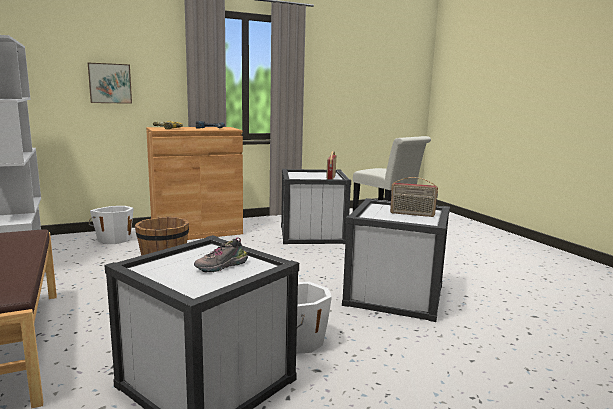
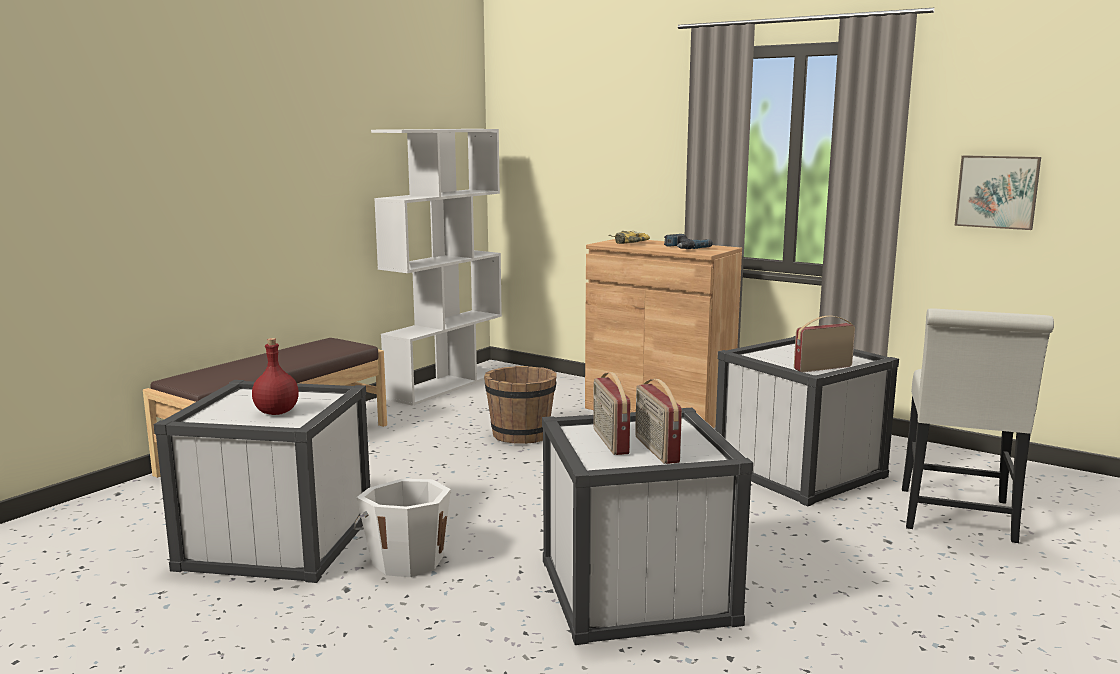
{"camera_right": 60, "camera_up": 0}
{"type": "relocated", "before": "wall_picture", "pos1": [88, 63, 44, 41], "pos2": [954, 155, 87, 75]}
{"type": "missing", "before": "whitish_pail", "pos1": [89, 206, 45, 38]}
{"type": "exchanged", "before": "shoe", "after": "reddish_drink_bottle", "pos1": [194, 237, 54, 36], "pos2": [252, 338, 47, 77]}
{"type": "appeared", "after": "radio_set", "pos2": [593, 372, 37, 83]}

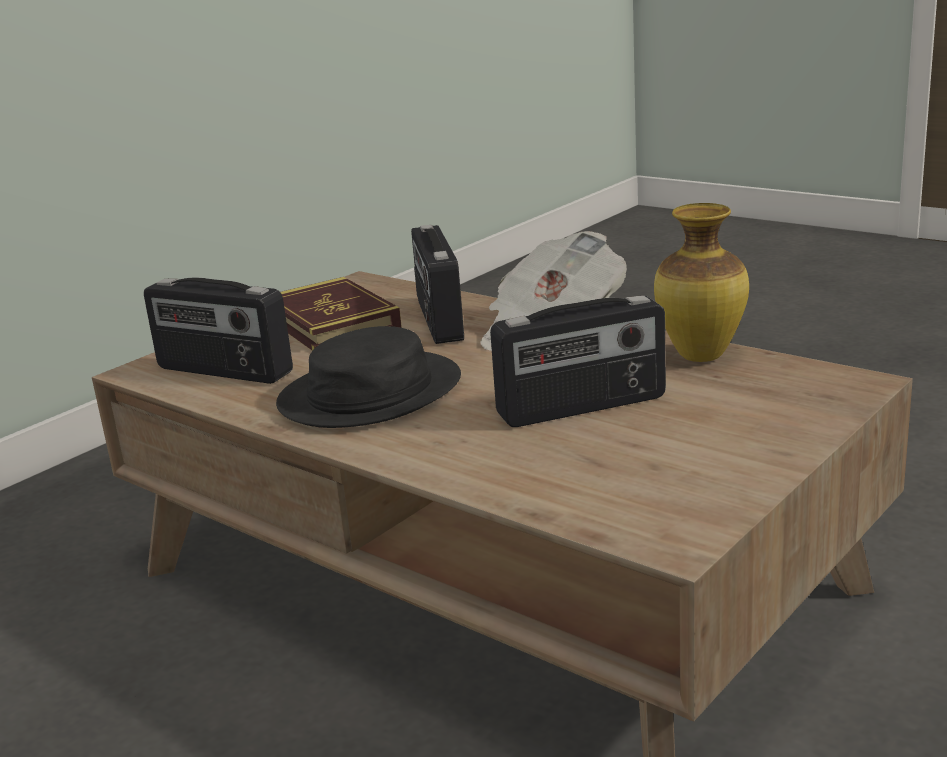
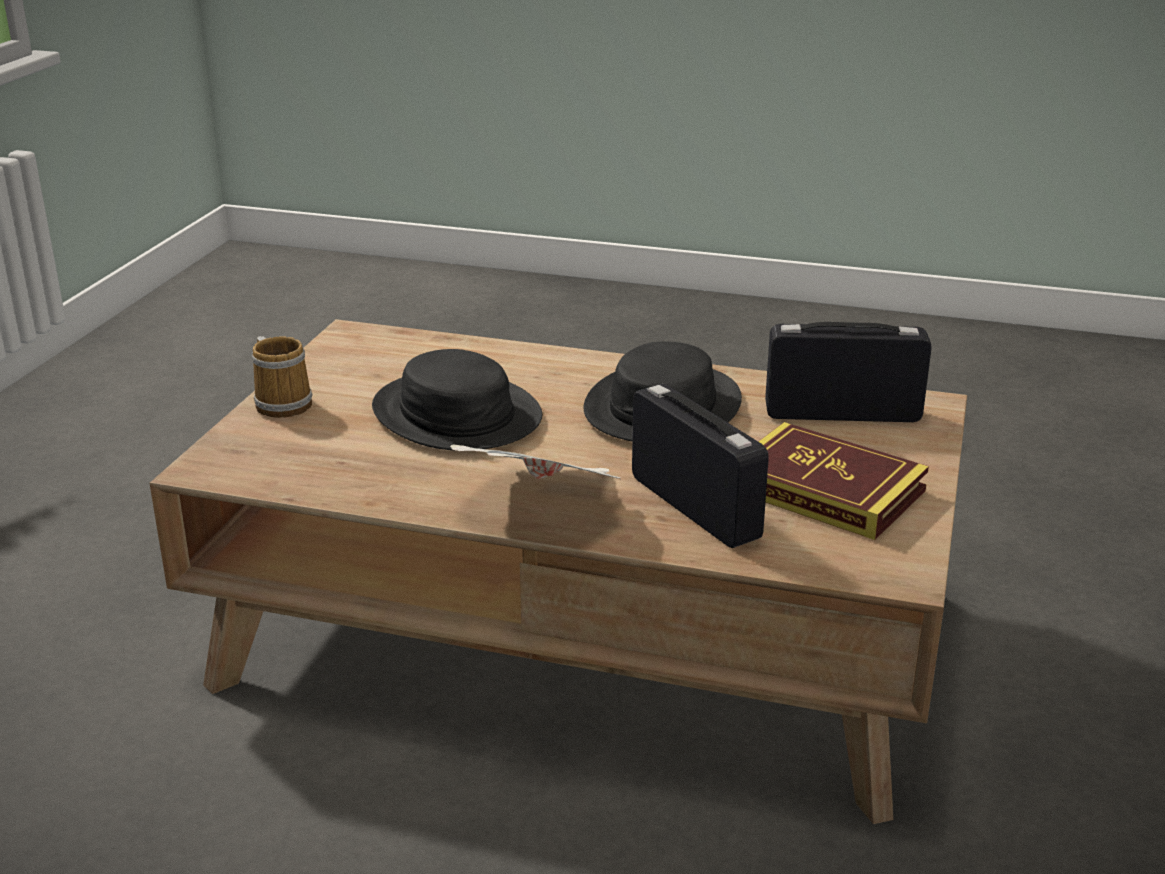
{"camera_right": 155, "camera_up": 5}
{"type": "missing", "before": "flower_vase", "pos1": [654, 203, 95, 159]}
{"type": "exchanged", "before": "radio_set", "after": "blackish_wearable_hat", "pos1": [490, 295, 176, 132], "pos2": [372, 349, 170, 101]}
{"type": "appeared", "after": "mug", "pos2": [252, 336, 60, 82]}

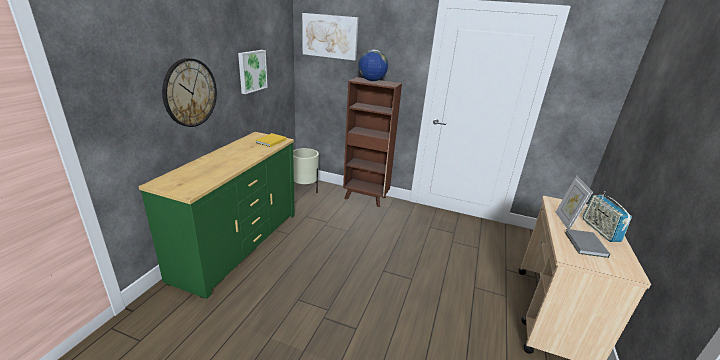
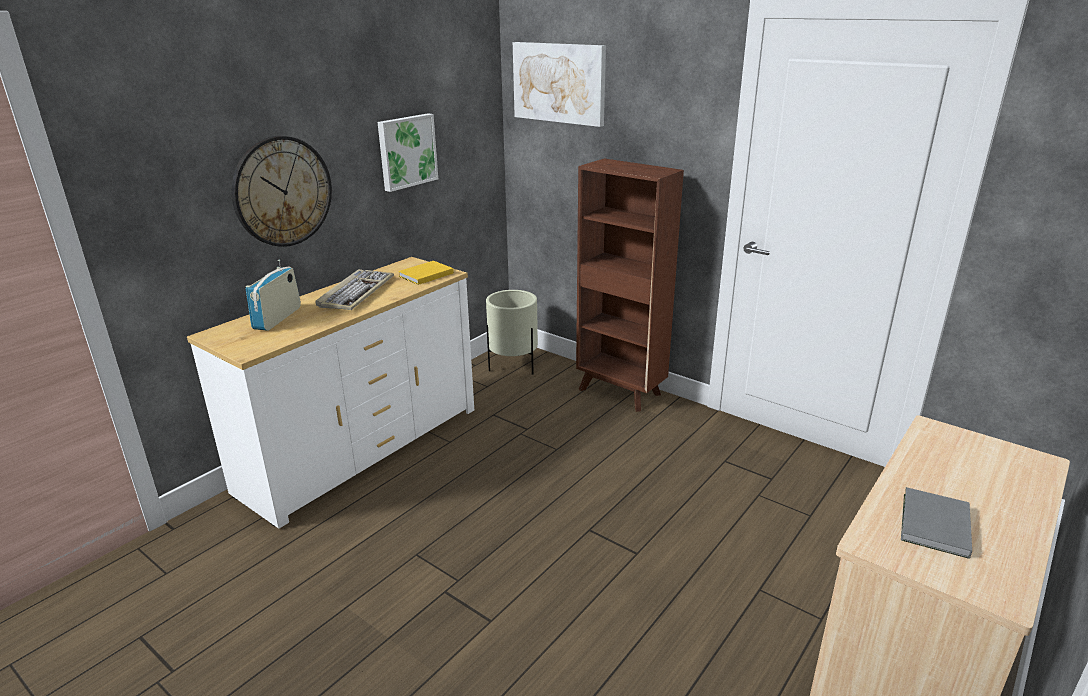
{"camera_right": 20, "camera_up": 0}
{"type": "missing", "before": "globe", "pos1": [358, 50, 30, 31]}
{"type": "colour", "before": "green-coloured_dresser", "after": "whitish_dresser", "pos1": [138, 132, 157, 167], "pos2": [187, 257, 287, 272]}
{"type": "missing", "before": "standing_frame", "pos1": [556, 176, 37, 53]}
{"type": "relocated", "before": "radio_set", "pos1": [583, 191, 49, 51], "pos2": [246, 260, 55, 71]}
{"type": "appeared", "after": "computer_keyboard", "pos2": [316, 269, 78, 41]}

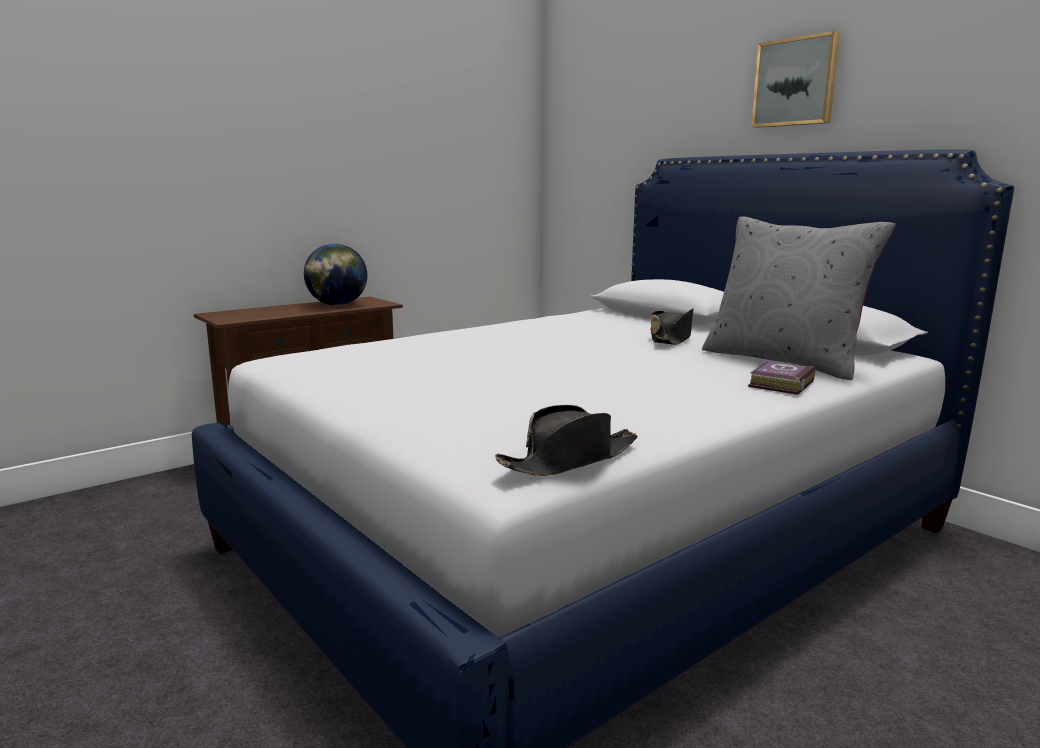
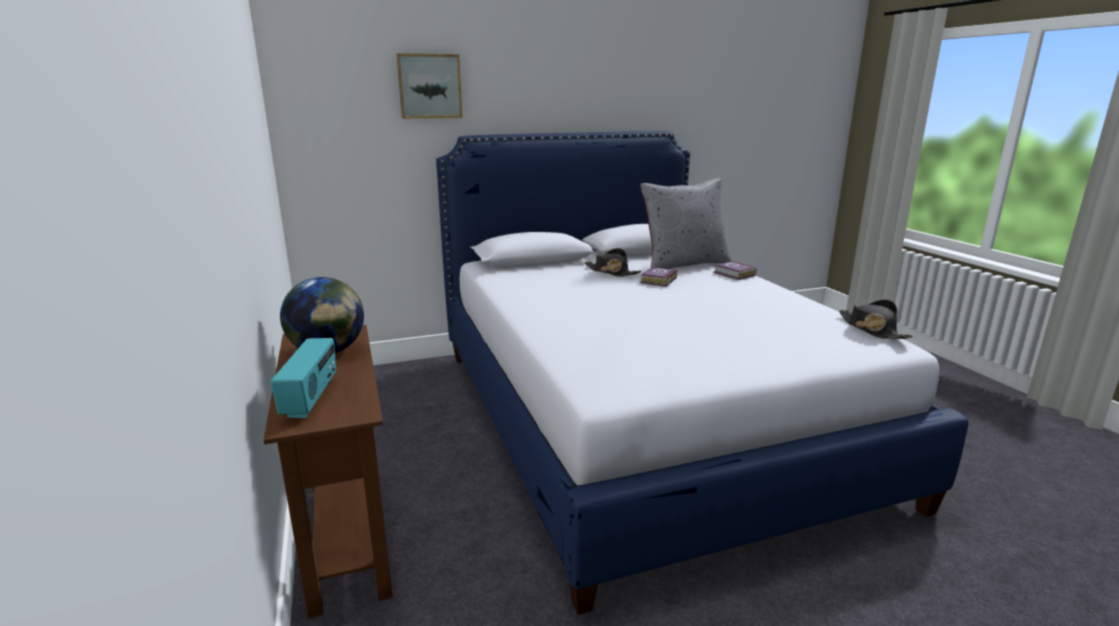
{"camera_right": -70, "camera_up": 5}
{"type": "relocated", "before": "wall_picture", "pos1": [751, 31, 89, 97], "pos2": [397, 53, 65, 66]}
{"type": "appeared", "after": "bound_book", "pos2": [640, 267, 38, 20]}
{"type": "appeared", "after": "radio_set", "pos2": [270, 338, 66, 80]}

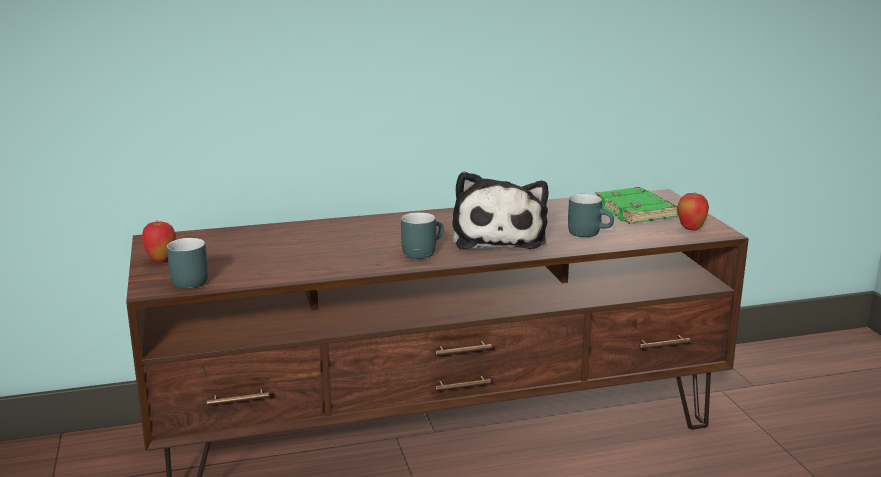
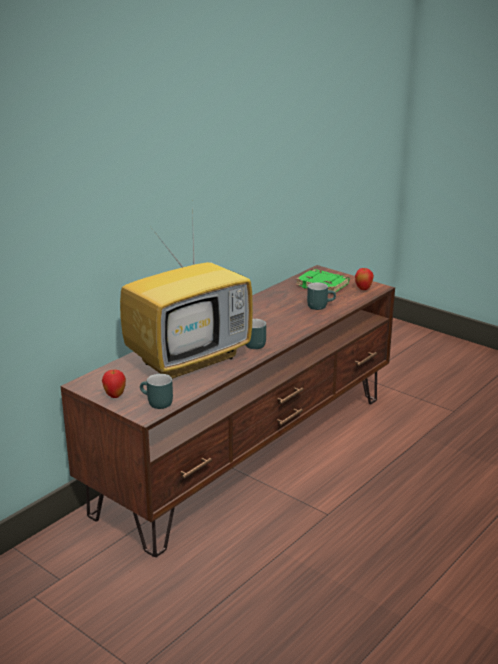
{"camera_right": -35, "camera_up": 5}
{"type": "missing", "before": "soft_toy", "pos1": [452, 171, 96, 78]}
{"type": "appeared", "after": "TV", "pos2": [120, 210, 133, 169]}

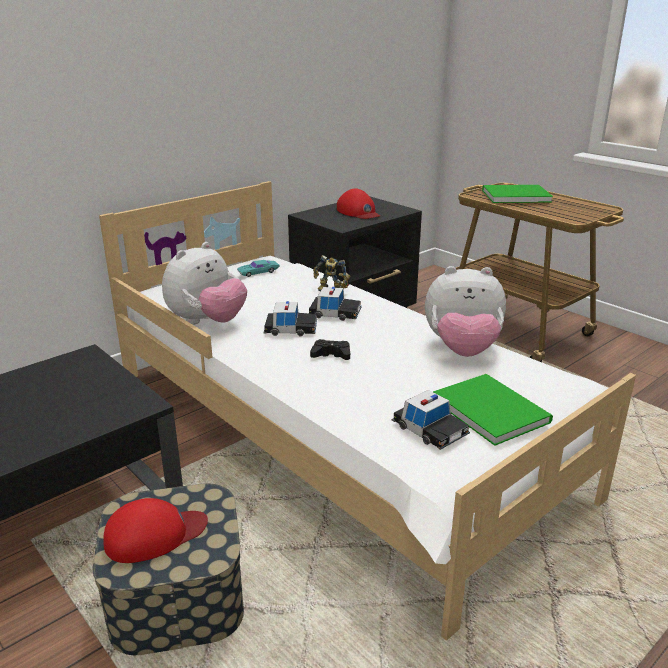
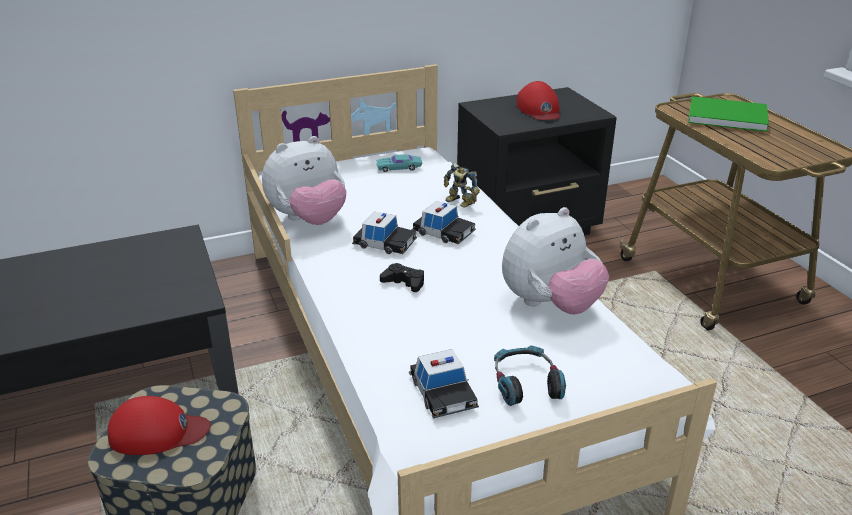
{"camera_right": 20, "camera_up": 5}
{"type": "spun", "before": "soft_toy", "pos1": [425, 266, 81, 91], "pos2": [502, 207, 107, 107], "turn": -60}
{"type": "exchanged", "before": "green-coloured_bound_book", "after": "headset", "pos1": [433, 374, 120, 72], "pos2": [494, 345, 72, 61]}

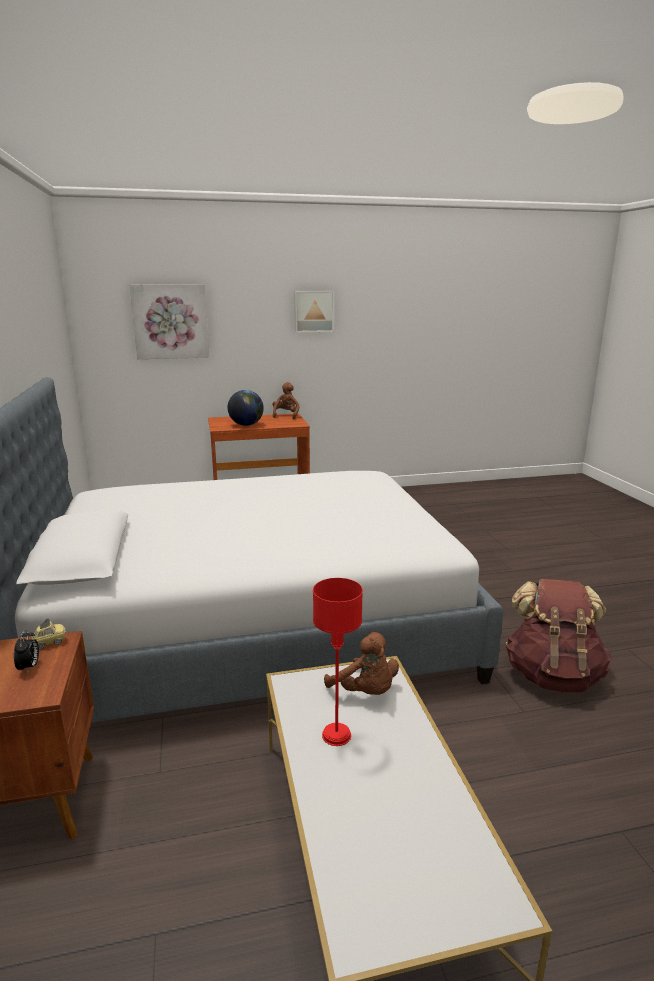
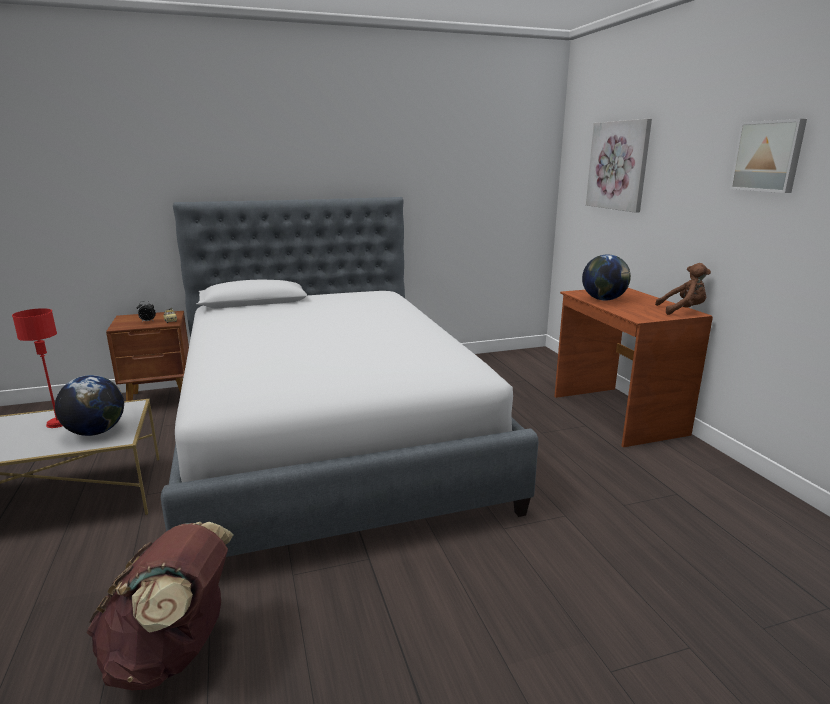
{"camera_right": 85, "camera_up": 0}
{"type": "exchanged", "before": "brown_soft_toy", "after": "globe", "pos1": [324, 632, 75, 63], "pos2": [55, 375, 69, 61]}

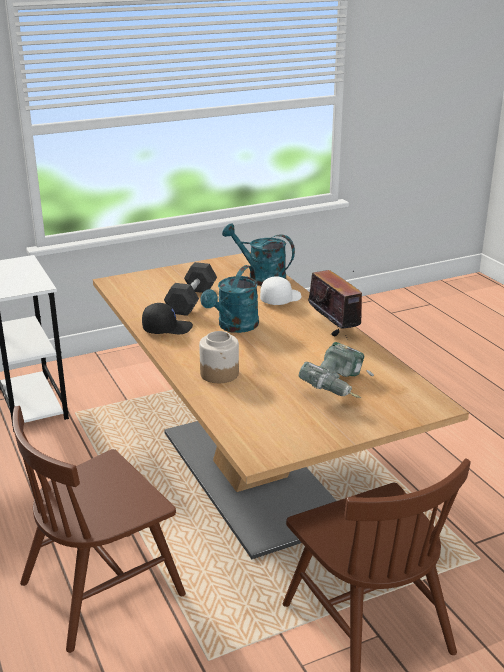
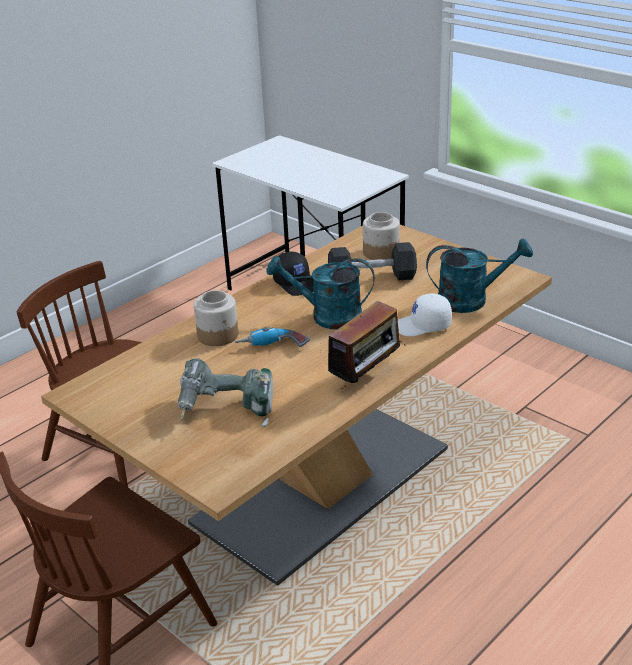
{"camera_right": 70, "camera_up": 5}
{"type": "spun", "before": "turquoise_sprinkling_can", "pos1": [222, 223, 73, 63], "pos2": [426, 238, 107, 75], "turn": 75}
{"type": "spun", "before": "whitish_cap", "pos1": [260, 276, 41, 29], "pos2": [398, 293, 54, 43], "turn": 150}
{"type": "appeared", "after": "jar", "pos2": [363, 212, 37, 48]}
{"type": "appeared", "after": "power_drill", "pos2": [235, 327, 75, 20]}

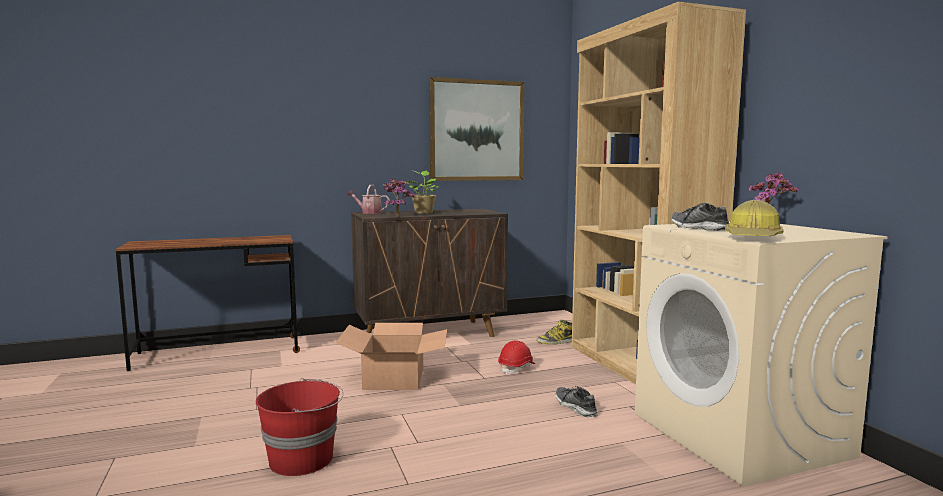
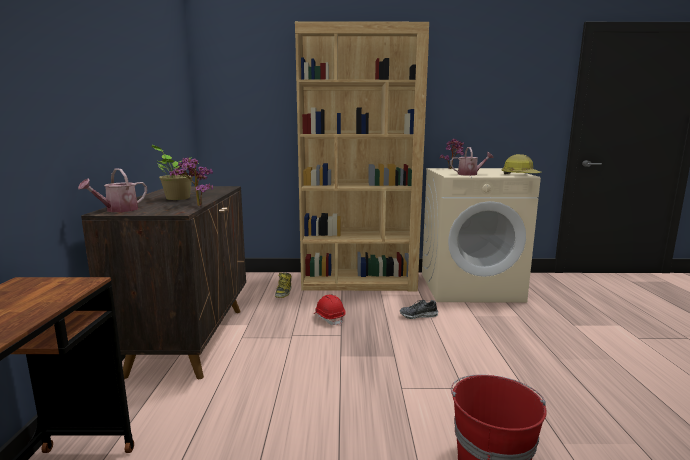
{"camera_right": -70, "camera_up": 5}
{"type": "missing", "before": "wall_picture", "pos1": [429, 77, 95, 104]}
{"type": "exchanged", "before": "shoe", "after": "sprinkling_can", "pos1": [671, 203, 58, 28], "pos2": [450, 147, 44, 29]}
{"type": "missing", "before": "packing_box", "pos1": [336, 323, 111, 67]}

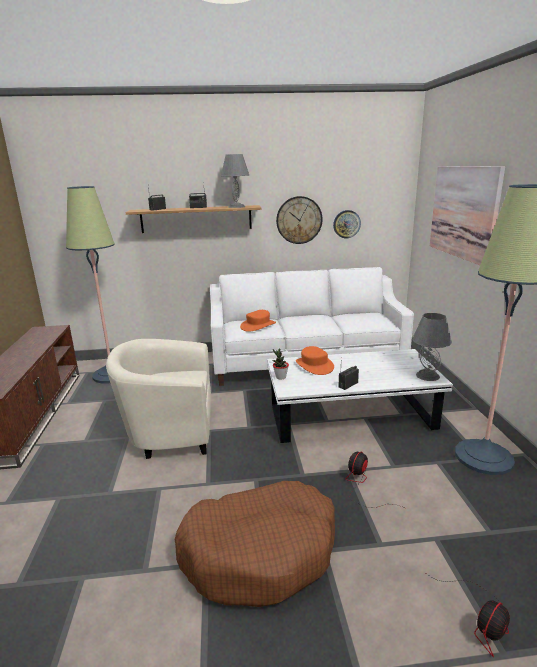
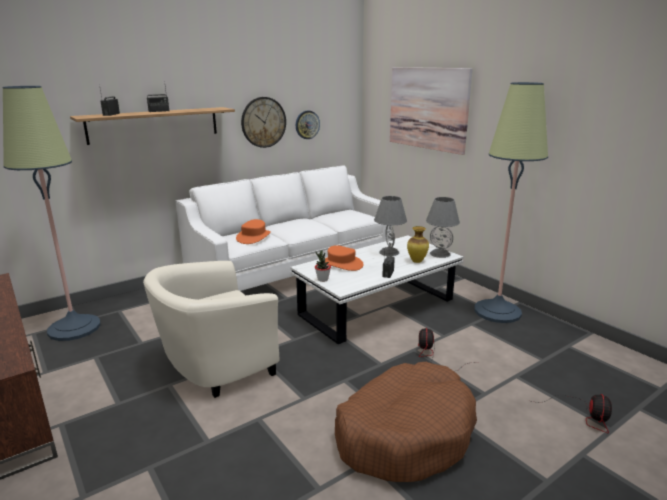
{"camera_right": -30, "camera_up": 0}
{"type": "relocated", "before": "greyish_table_lamp", "pos1": [221, 154, 28, 54], "pos2": [374, 196, 33, 60]}
{"type": "appeared", "after": "flower_vase", "pos2": [407, 226, 22, 37]}

